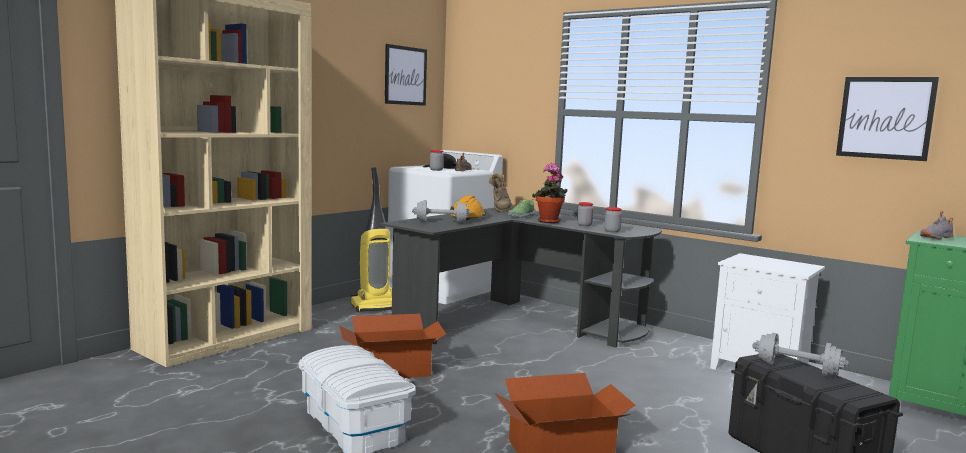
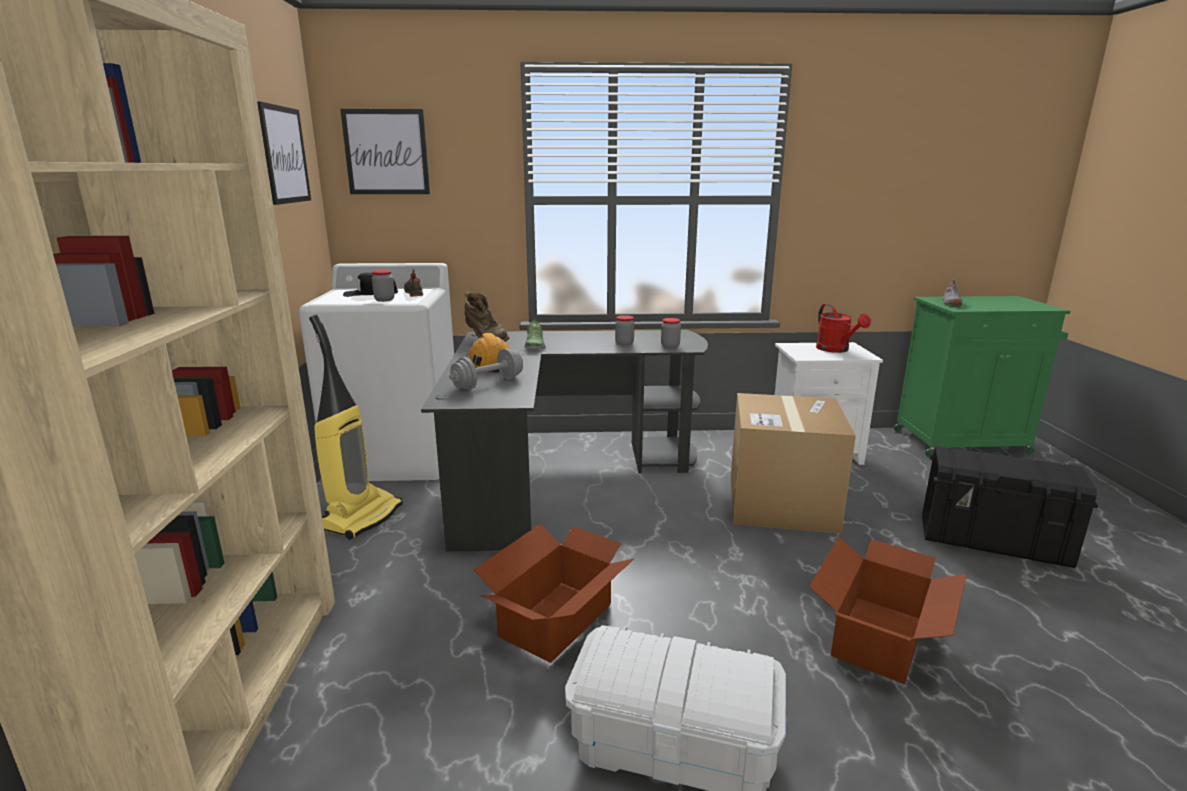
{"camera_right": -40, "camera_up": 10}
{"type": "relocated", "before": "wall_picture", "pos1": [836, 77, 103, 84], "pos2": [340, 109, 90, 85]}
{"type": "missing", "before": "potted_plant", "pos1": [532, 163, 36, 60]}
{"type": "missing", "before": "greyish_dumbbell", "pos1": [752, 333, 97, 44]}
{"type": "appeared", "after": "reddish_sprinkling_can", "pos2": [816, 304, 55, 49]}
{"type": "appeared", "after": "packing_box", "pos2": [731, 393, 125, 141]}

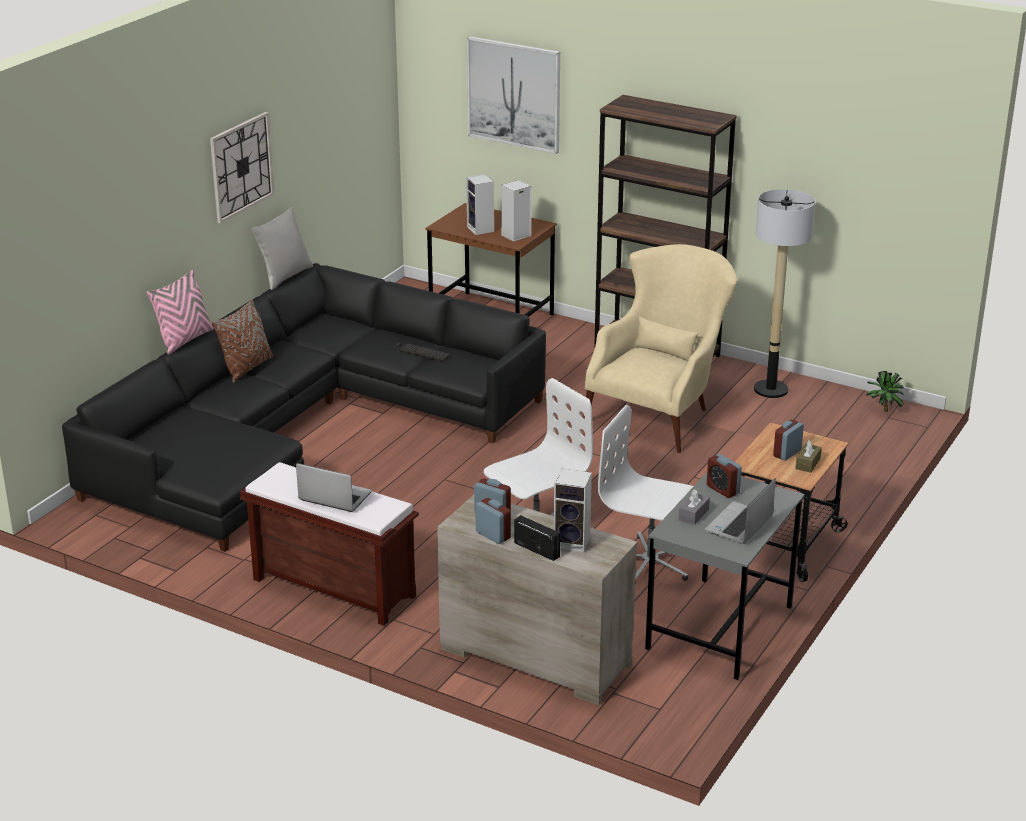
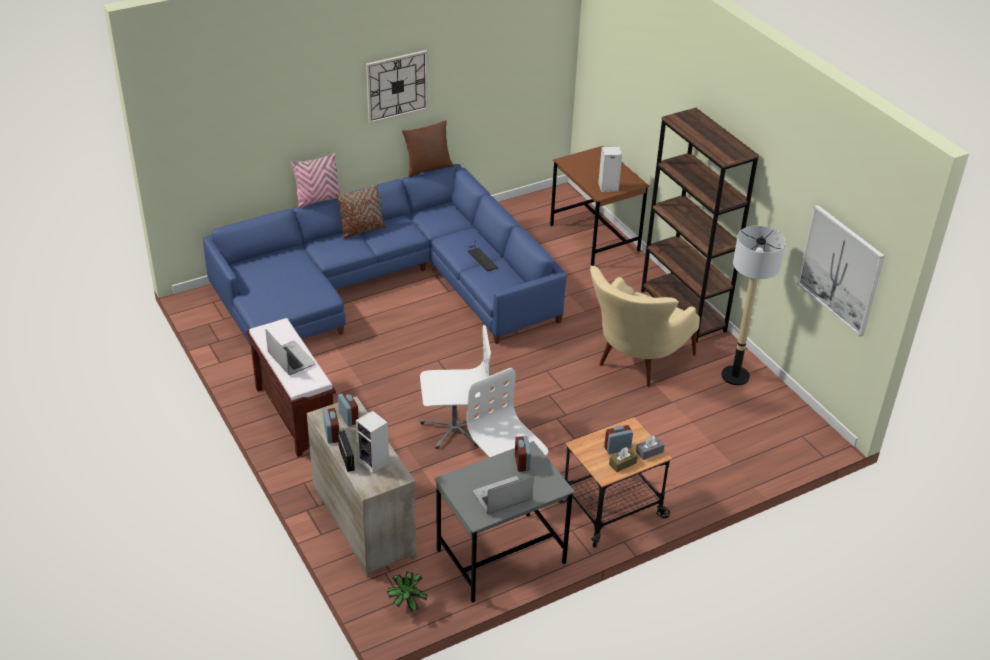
{"camera_right": 30, "camera_up": 10}
{"type": "relocated", "before": "wall_picture", "pos1": [467, 36, 93, 118], "pos2": [797, 205, 88, 131]}
{"type": "missing", "before": "speaker", "pos1": [466, 174, 28, 61]}
{"type": "colour", "before": "greyish_cushion", "after": "brown_cushion", "pos1": [252, 207, 61, 83], "pos2": [402, 120, 51, 58]}
{"type": "spun", "before": "beige_easy_chair", "pos1": [583, 244, 154, 209], "pos2": [590, 266, 110, 121], "turn": 150}
{"type": "colour", "before": "blackish_sofa", "after": "blue-coloured_sofa", "pos1": [62, 263, 484, 289], "pos2": [203, 164, 364, 182]}
{"type": "relocated", "before": "potted_plant", "pos1": [866, 371, 38, 41], "pos2": [387, 571, 40, 41]}
{"type": "relocated", "before": "greyish_box_of_tissues", "pos1": [679, 490, 31, 35], "pos2": [636, 436, 28, 24]}

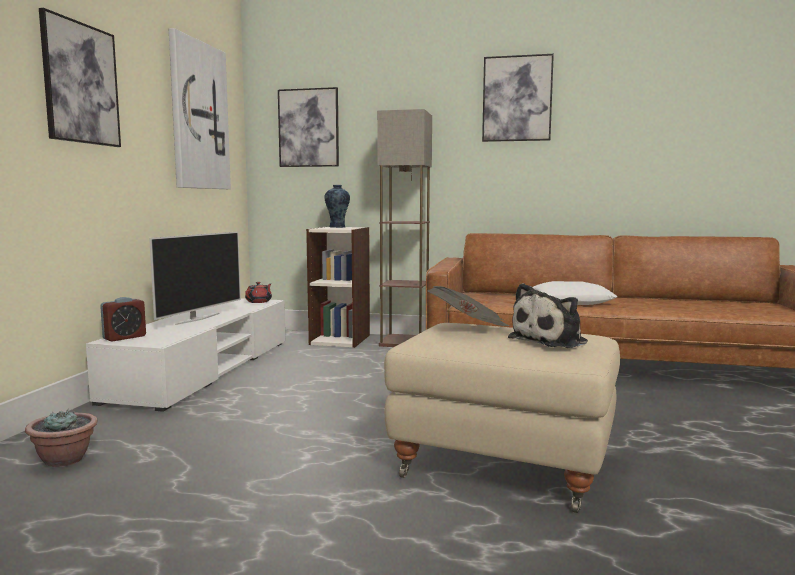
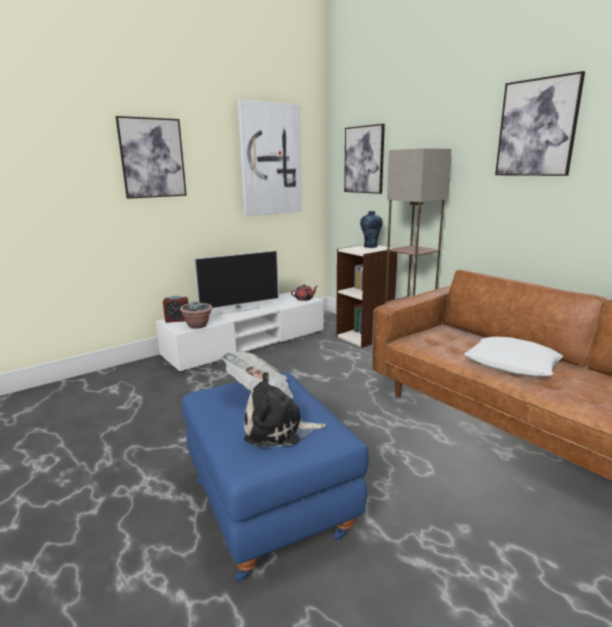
{"camera_right": 40, "camera_up": 10}
{"type": "colour", "before": "beige_pouffe", "after": "blue-coloured_pouffe", "pos1": [384, 323, 236, 190], "pos2": [182, 372, 186, 210]}
{"type": "relocated", "before": "potted_plant", "pos1": [25, 409, 73, 58], "pos2": [180, 301, 33, 28]}

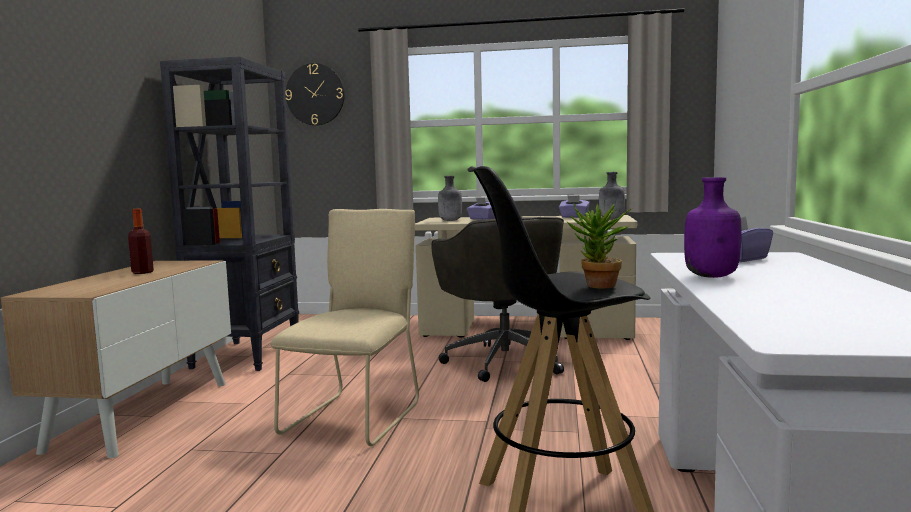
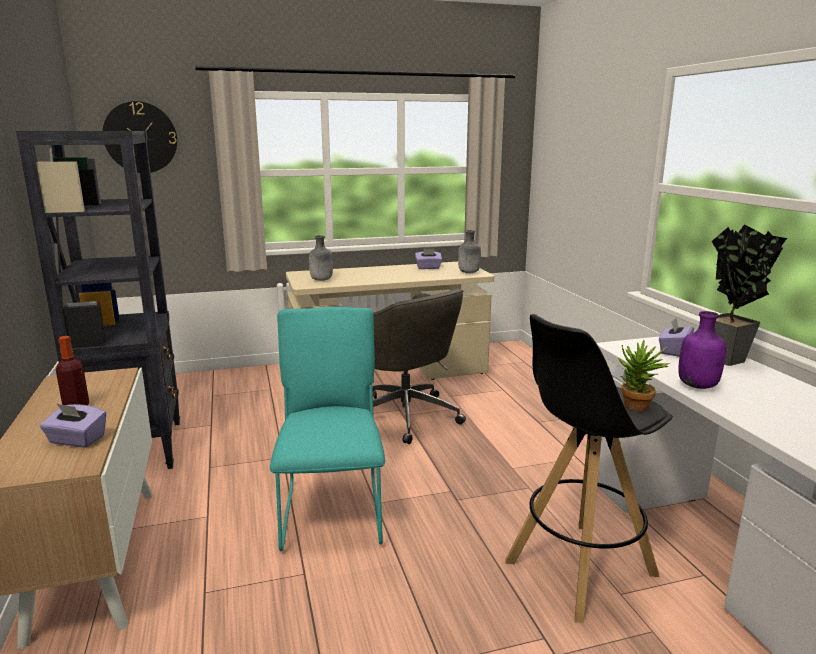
{"camera_right": -25, "camera_up": 10}
{"type": "relocated", "before": "purple-coloured_box_of_tissues", "pos1": [467, 197, 28, 23], "pos2": [40, 403, 66, 44]}
{"type": "colour", "before": "beige_chair", "after": "turquoise_chair", "pos1": [271, 209, 148, 237], "pos2": [270, 307, 115, 244]}
{"type": "appeared", "after": "potted_plant", "pos2": [711, 224, 76, 142]}

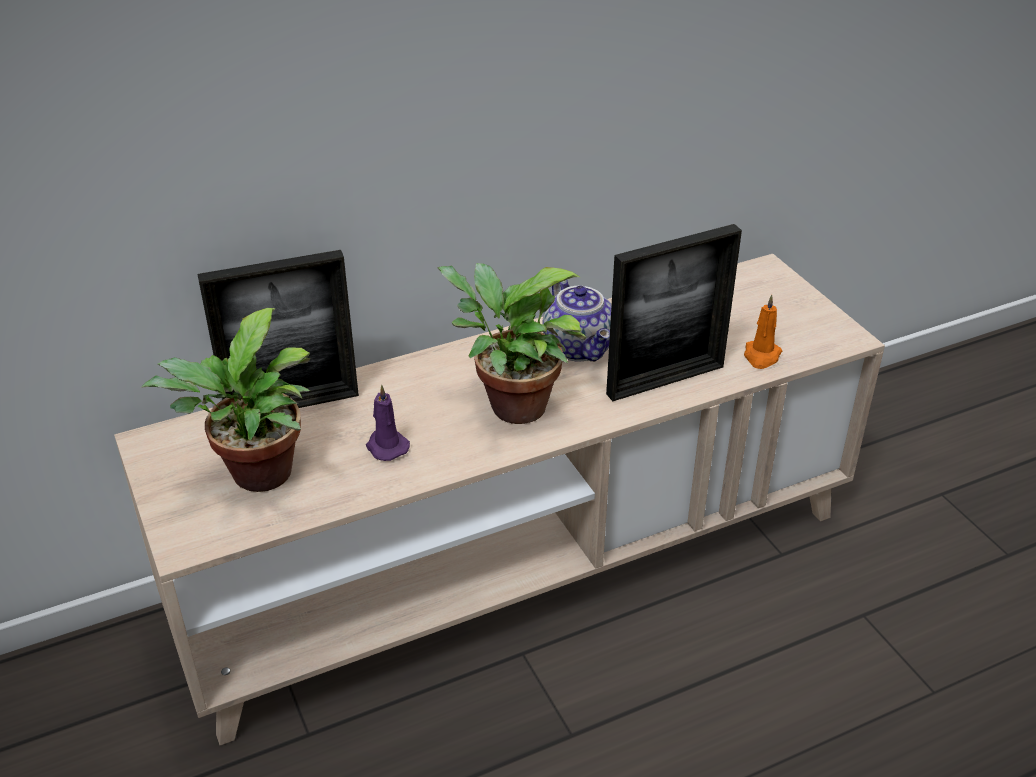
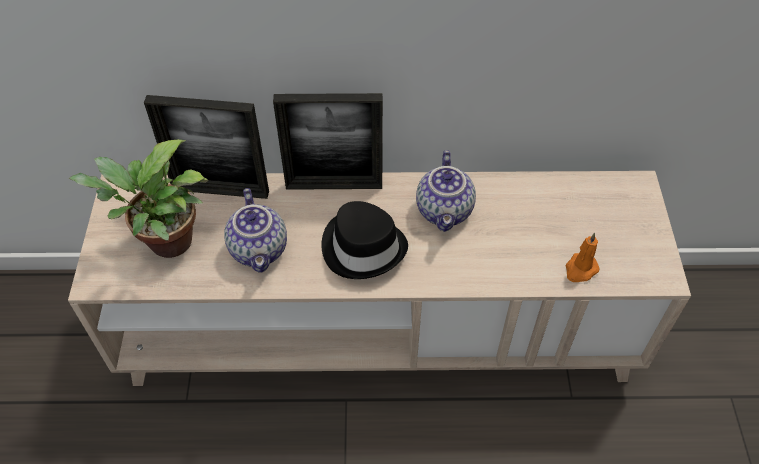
{"camera_right": 25, "camera_up": 15}
{"type": "relocated", "before": "standing_frame", "pos1": [606, 224, 136, 177], "pos2": [273, 93, 110, 97]}
{"type": "exchanged", "before": "potted_plant", "after": "blackish_wearable_hat", "pos1": [437, 263, 149, 161], "pos2": [321, 201, 87, 78]}
{"type": "exchanged", "before": "purple-coloured_wax_light", "after": "teapot", "pos1": [366, 385, 44, 76], "pos2": [224, 188, 63, 85]}

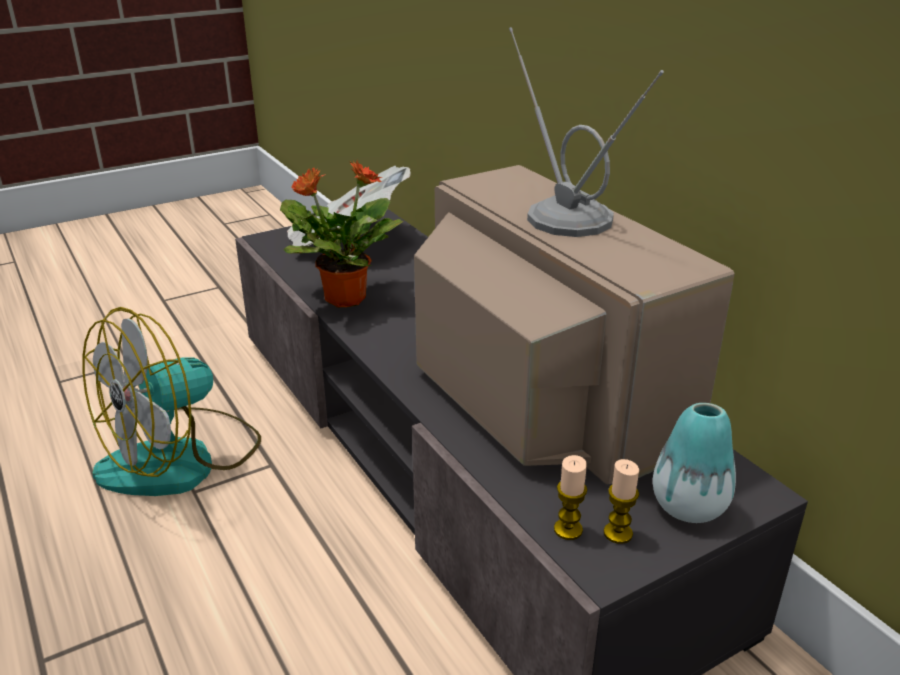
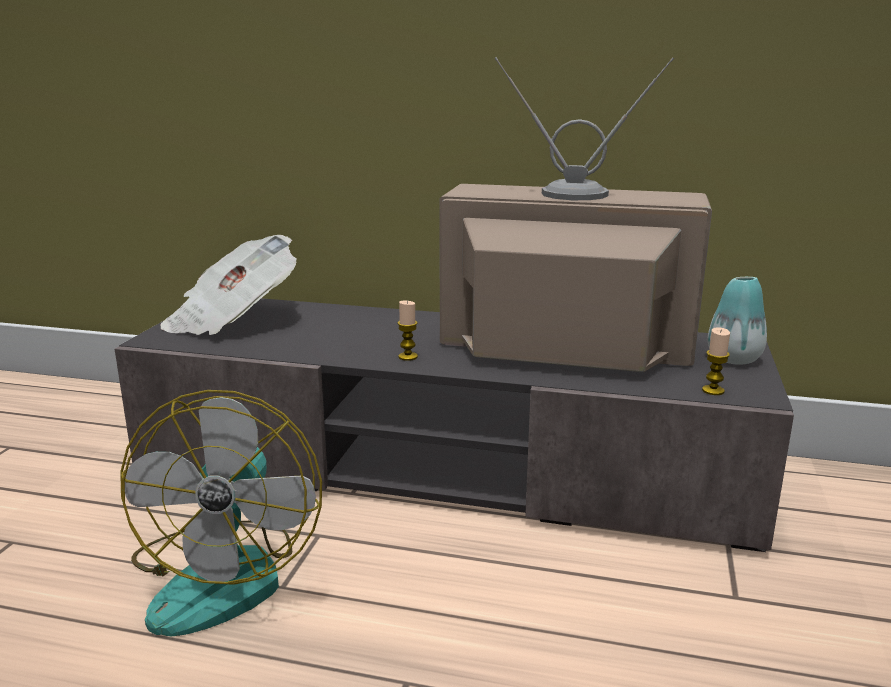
{"camera_right": -45, "camera_up": -10}
{"type": "missing", "before": "potted_plant", "pos1": [280, 161, 124, 146]}
{"type": "relocated", "before": "wax_light", "pos1": [604, 459, 35, 85], "pos2": [397, 301, 21, 60]}

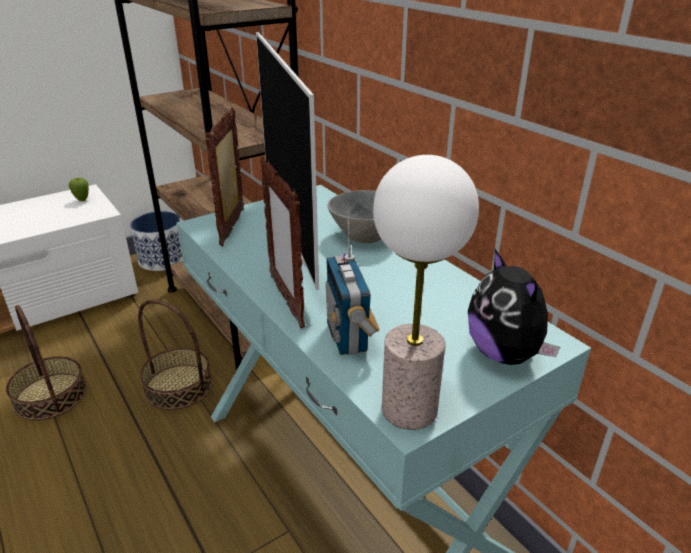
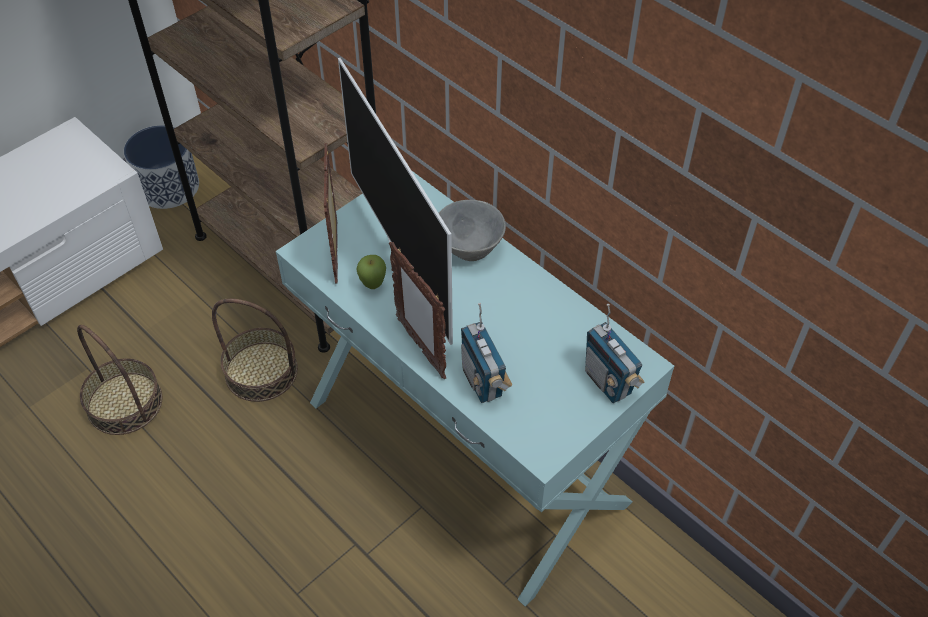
{"camera_right": -10, "camera_up": 20}
{"type": "missing", "before": "table_lamp", "pos1": [373, 155, 106, 275]}
{"type": "relocated", "before": "whole_apple", "pos1": [69, 178, 20, 23], "pos2": [356, 255, 30, 34]}
{"type": "exchanged", "before": "soft_toy", "after": "radio_set", "pos1": [468, 249, 92, 116], "pos2": [585, 304, 59, 99]}

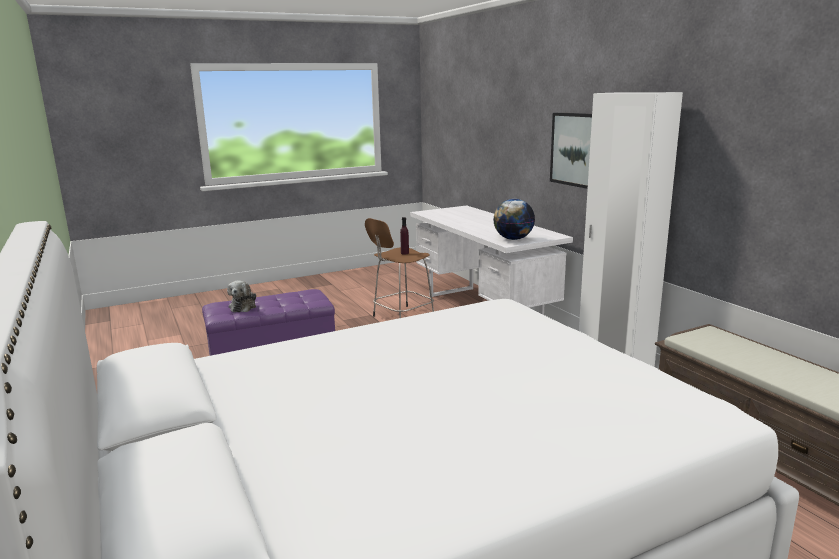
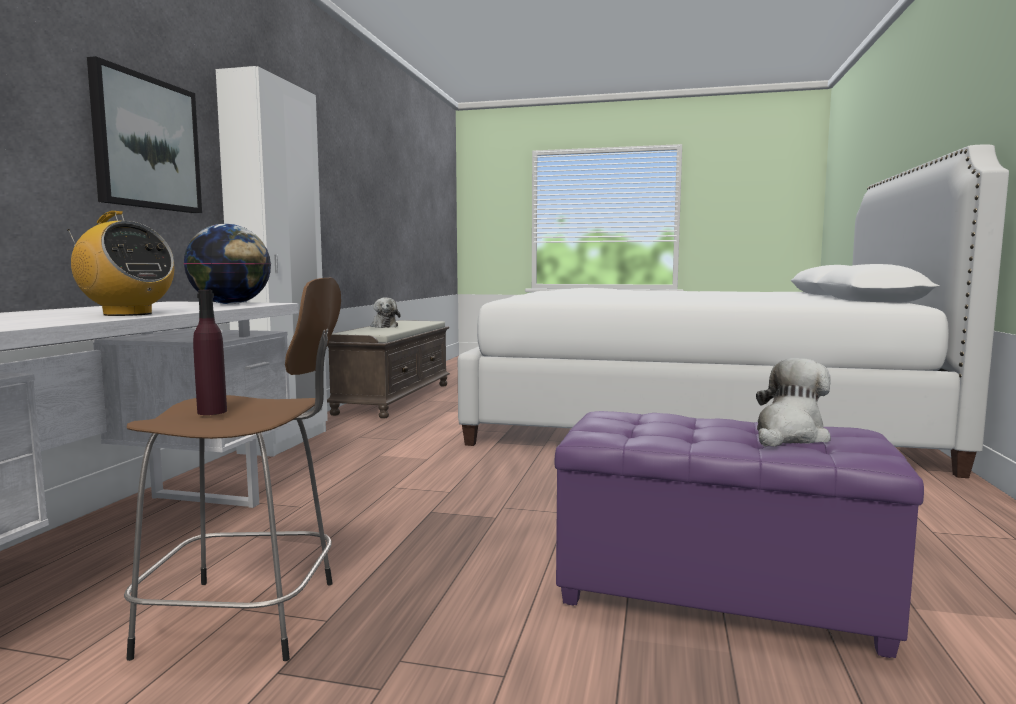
{"camera_right": -140, "camera_up": -10}
{"type": "appeared", "after": "radio_set", "pos2": [68, 211, 106, 105]}
{"type": "appeared", "after": "soft_toy", "pos2": [371, 298, 29, 30]}

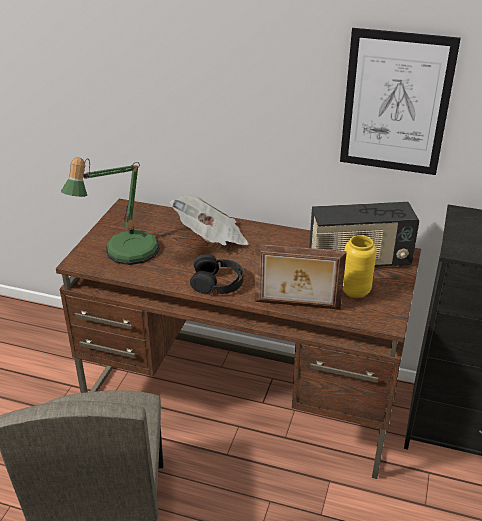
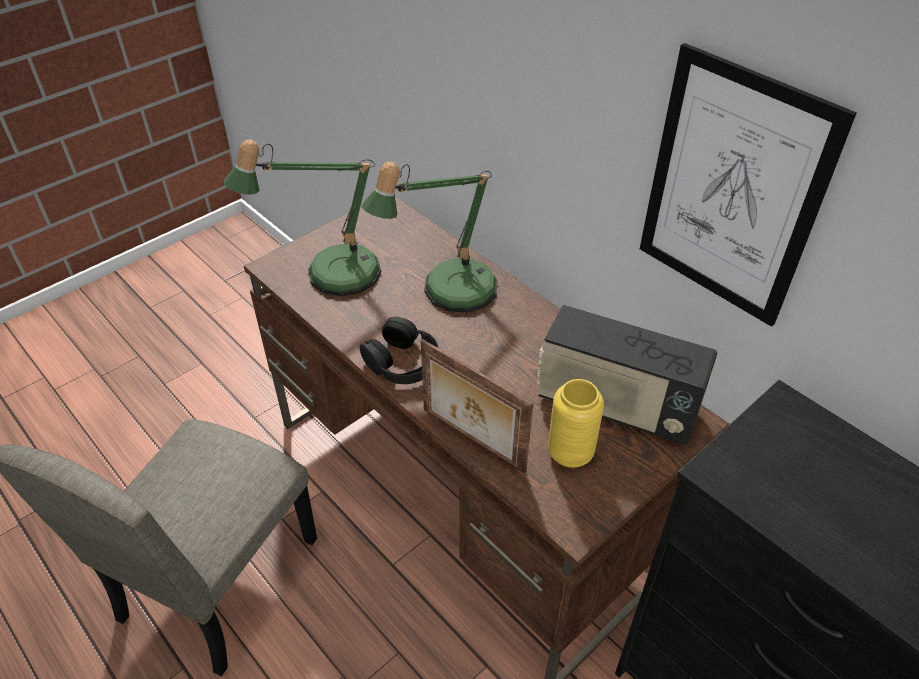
{"camera_right": 30, "camera_up": 10}
{"type": "exchanged", "before": "newspaper", "after": "table_lamp", "pos1": [170, 196, 79, 49], "pos2": [361, 162, 137, 150]}

